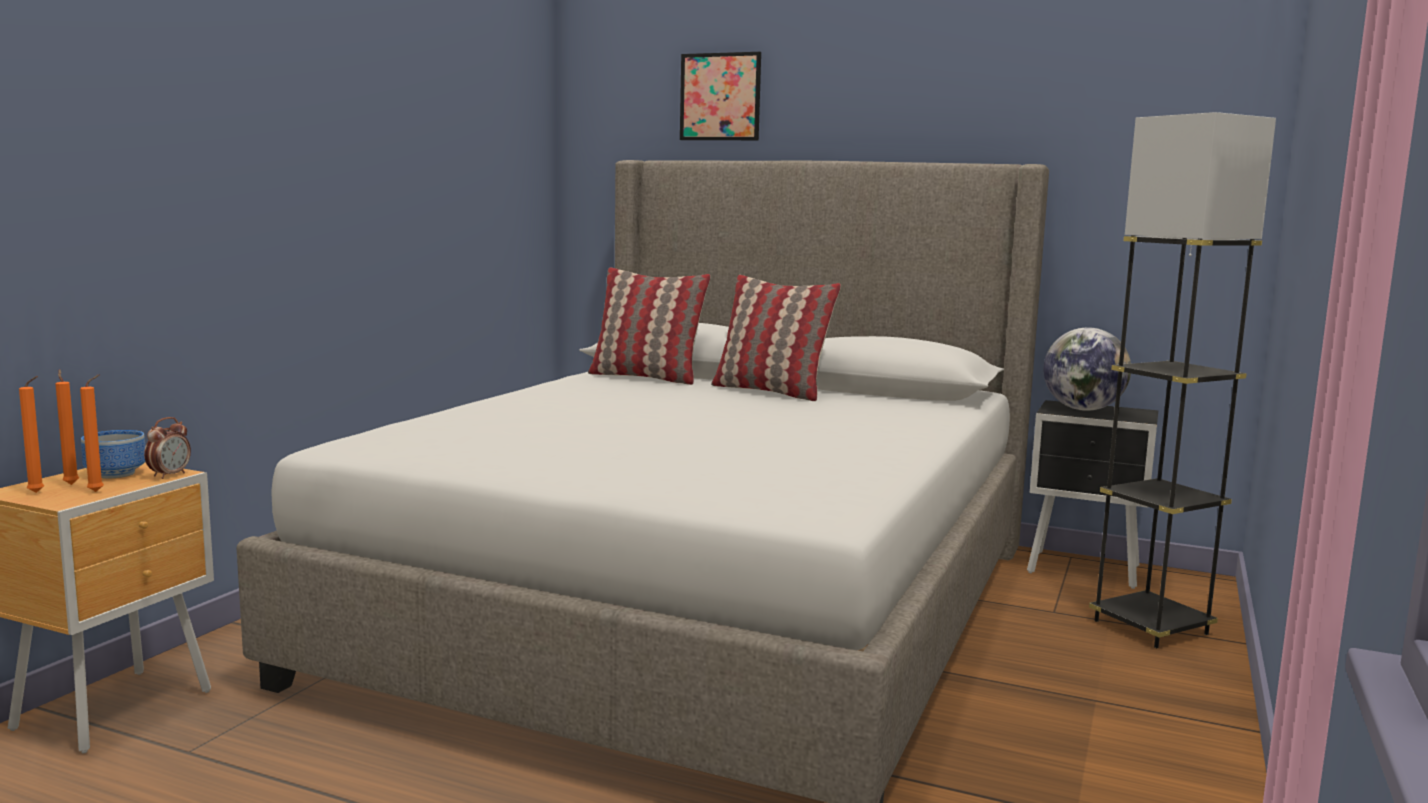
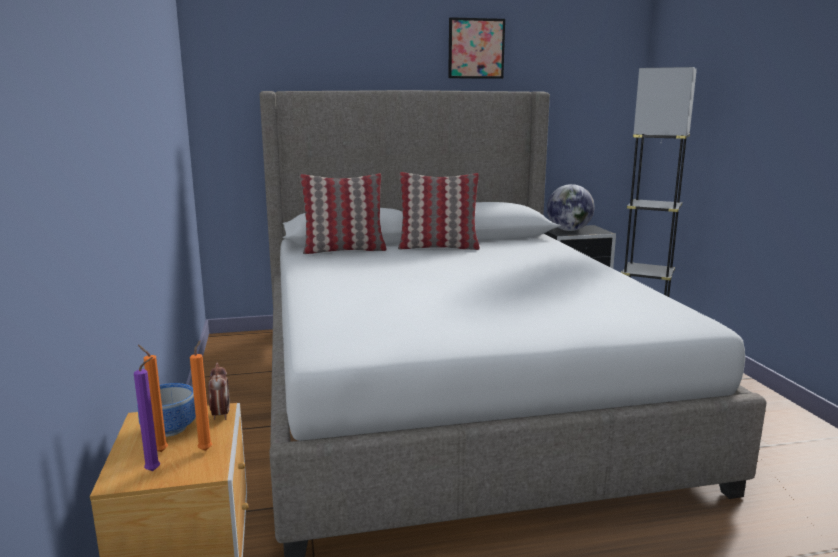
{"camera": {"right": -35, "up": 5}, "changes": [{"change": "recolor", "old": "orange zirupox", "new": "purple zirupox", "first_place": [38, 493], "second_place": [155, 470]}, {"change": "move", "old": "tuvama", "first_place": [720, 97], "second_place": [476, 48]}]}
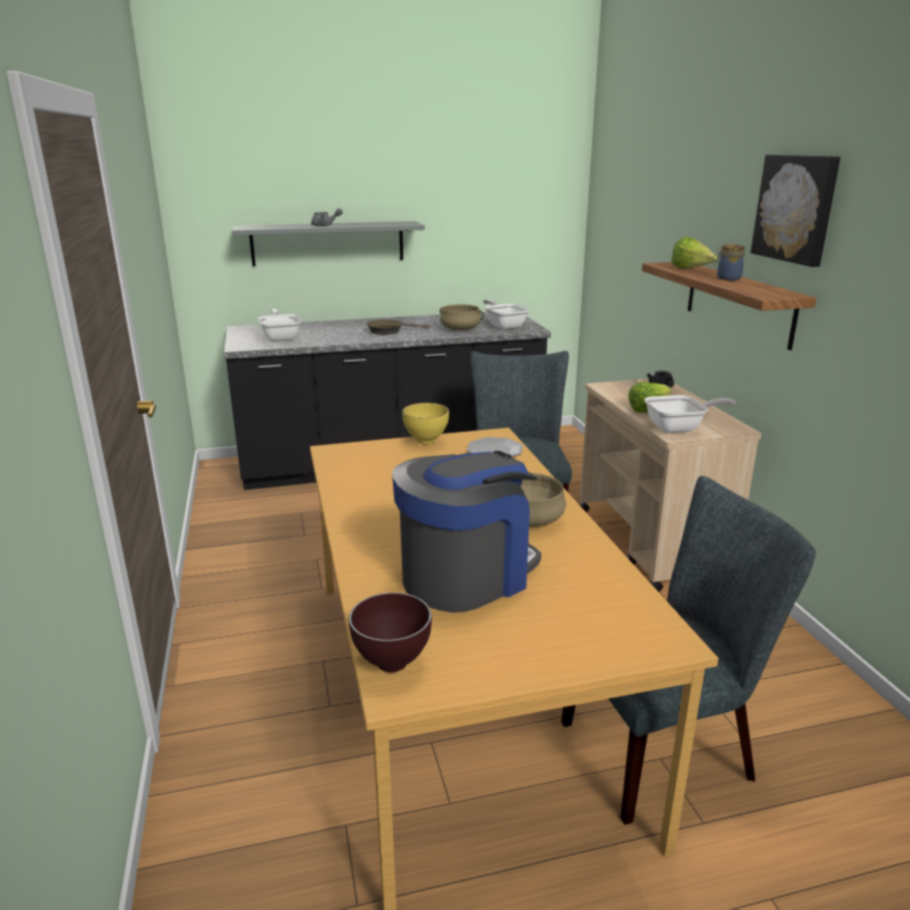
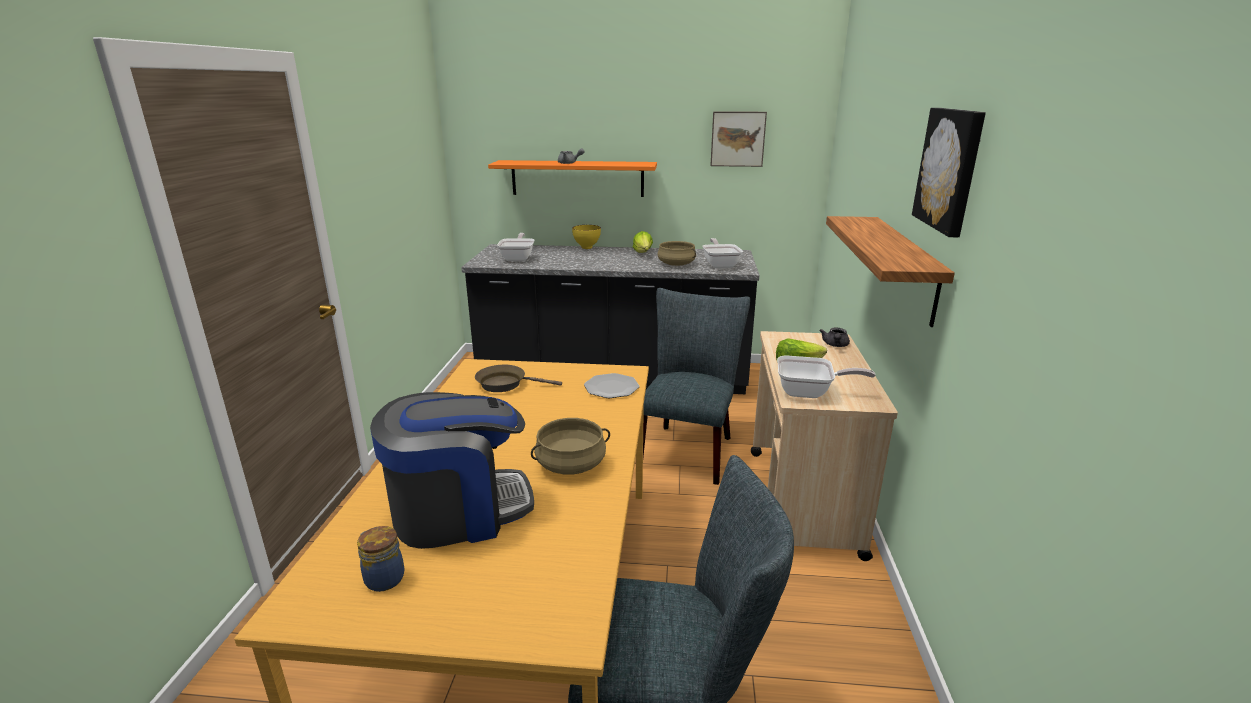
{"camera": {"right": 20, "up": 0}, "changes": [{"change": "recolor", "old": "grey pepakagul", "new": "orange pepakagul", "first_place": [328, 243], "second_place": [577, 178]}, {"change": "delete", "old": "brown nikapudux", "first_place": [390, 665]}, {"change": "move", "old": "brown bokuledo", "first_place": [388, 331], "second_place": [505, 384]}, {"change": "move", "old": "yellow nikapudux", "first_place": [426, 442], "second_place": [586, 248]}, {"change": "move", "old": "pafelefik", "first_place": [691, 269], "second_place": [643, 254]}, {"change": "move", "old": "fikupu", "first_place": [727, 278], "second_place": [383, 578]}, {"change": "insert", "new": "tuvama", "second_place": [737, 139]}]}
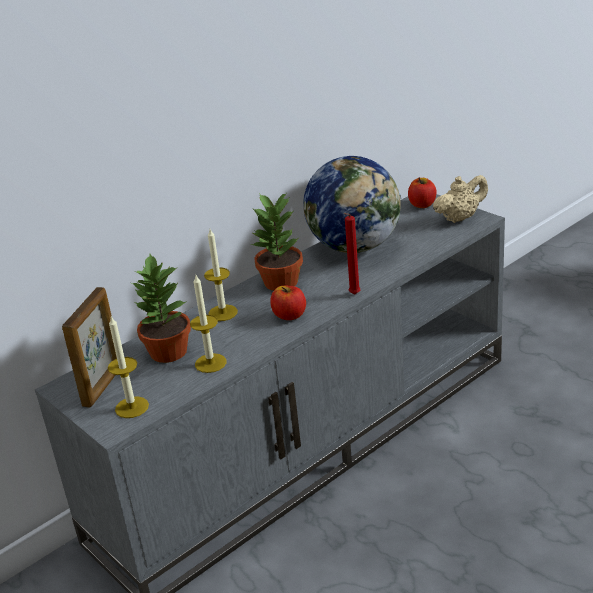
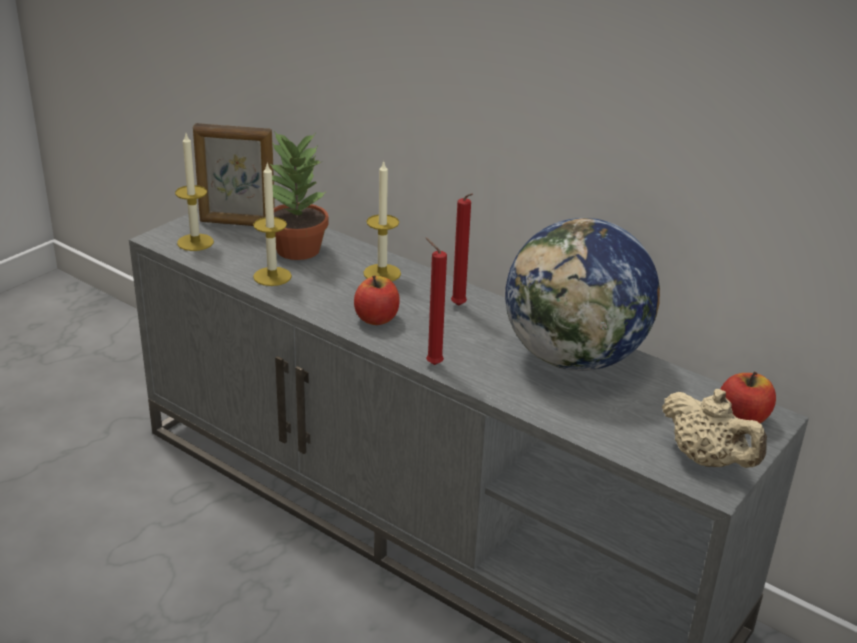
{"camera": {"right": 75, "up": 0}, "changes": [{"change": "replace", "old": "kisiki", "new": "red zirupox", "first_place": [281, 282], "second_place": [459, 306]}]}
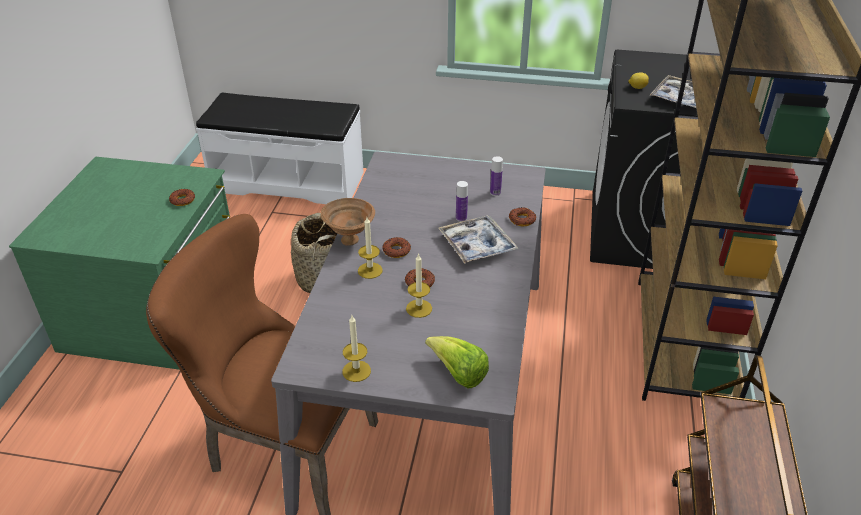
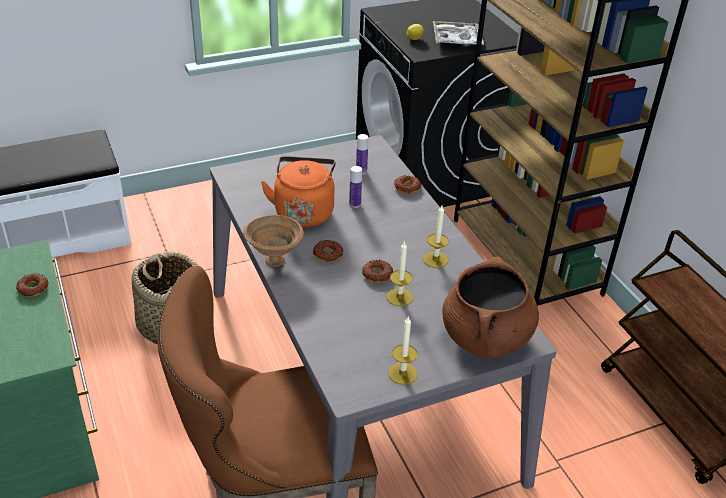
{"camera": {"right": -35, "up": 0}, "changes": [{"change": "move", "old": "zirupox", "first_place": [370, 270], "second_place": [435, 259]}, {"change": "replace", "old": "pafelefik", "new": "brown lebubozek", "first_place": [458, 374], "second_place": [486, 338]}, {"change": "delete", "old": "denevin", "first_place": [477, 245]}, {"change": "insert", "new": "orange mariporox", "second_place": [304, 211]}]}
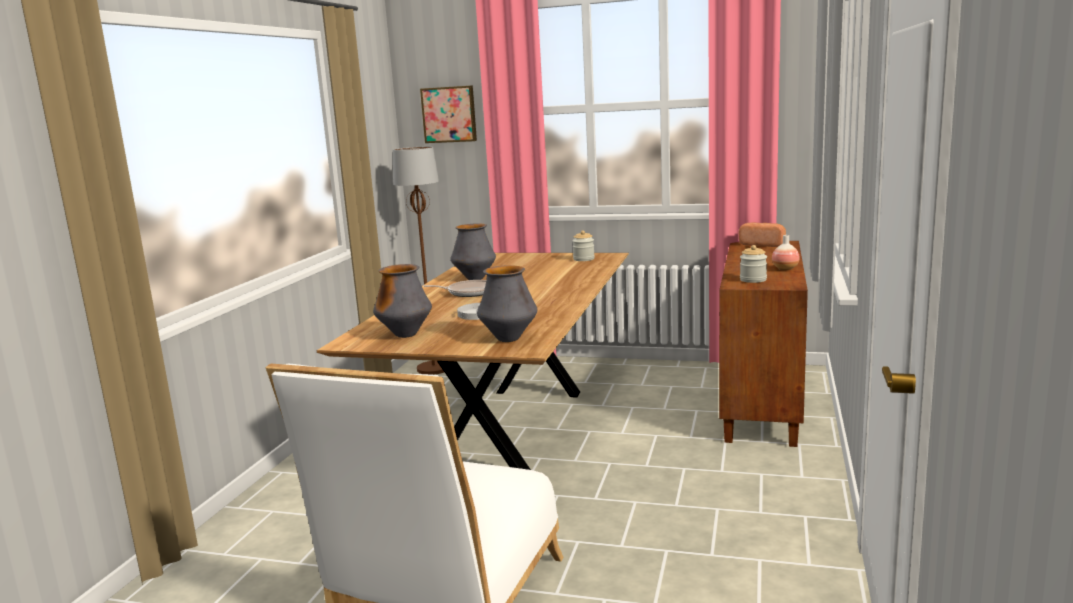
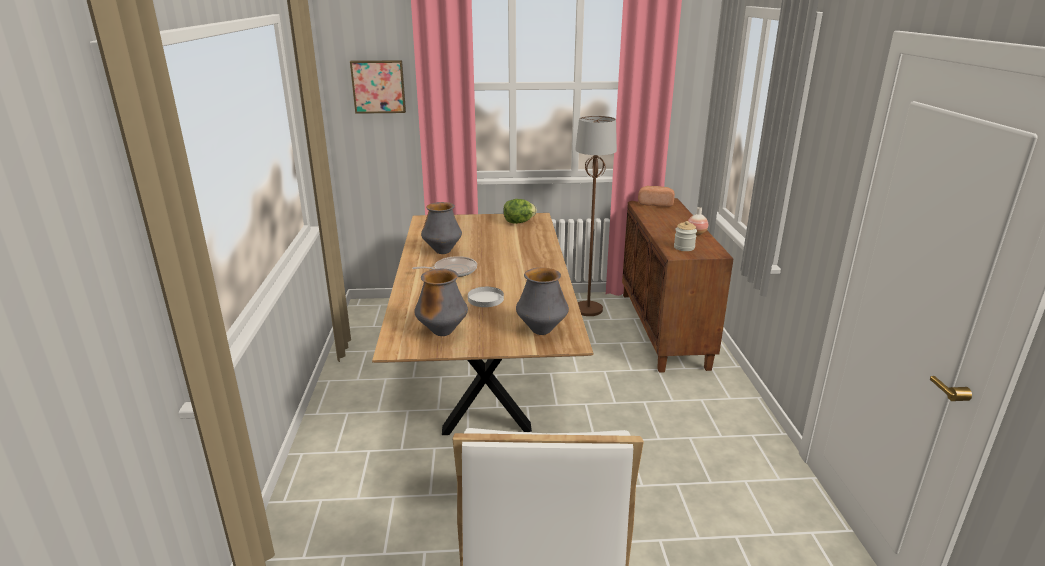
{"camera": {"right": -20, "up": 10}, "changes": [{"change": "move", "old": "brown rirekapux", "first_place": [434, 369], "second_place": [588, 309]}, {"change": "replace", "old": "fikupu", "new": "pafelefik", "first_place": [583, 259], "second_place": [518, 222]}]}
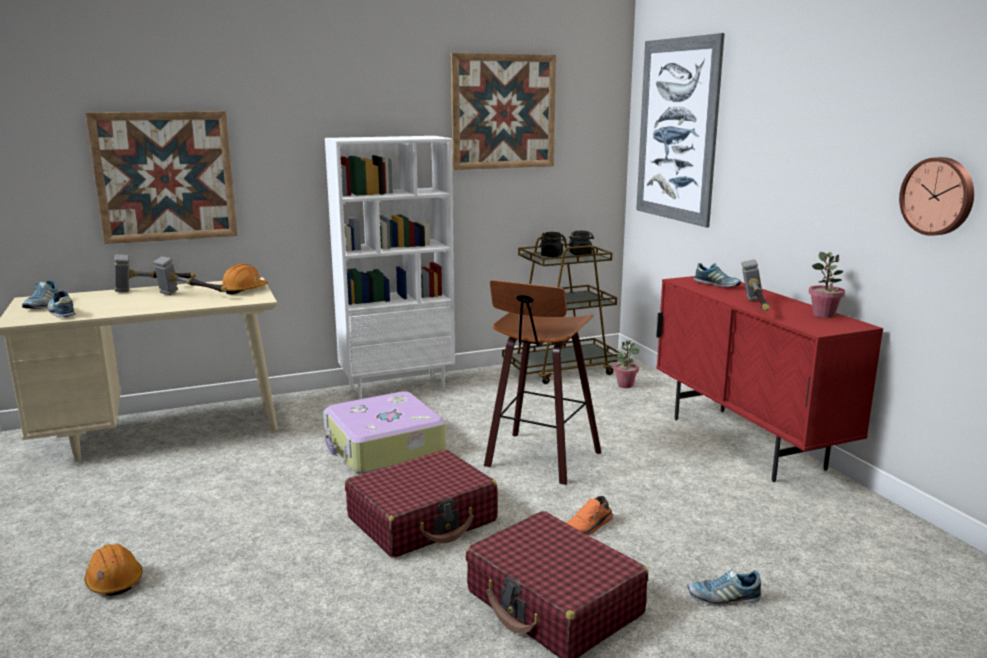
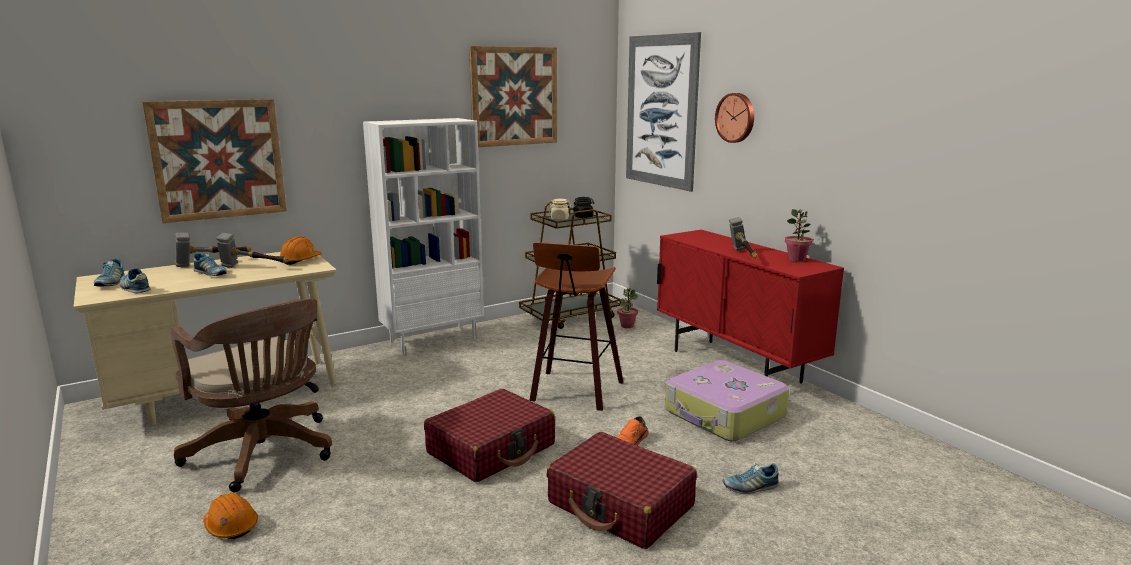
{"camera": {"right": -10, "up": 0}, "changes": [{"change": "move", "old": "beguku", "first_place": [383, 448], "second_place": [724, 414]}, {"change": "recolor", "old": "black fikupu", "new": "beige fikupu", "first_place": [552, 255], "second_place": [560, 219]}, {"change": "move", "old": "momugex", "first_place": [717, 285], "second_place": [210, 274]}, {"change": "move", "old": "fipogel", "first_place": [938, 196], "second_place": [736, 117]}, {"change": "insert", "new": "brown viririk", "second_place": [265, 454]}]}
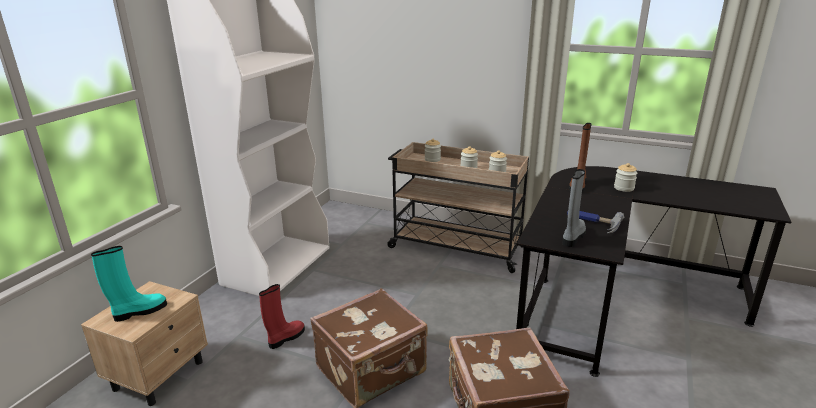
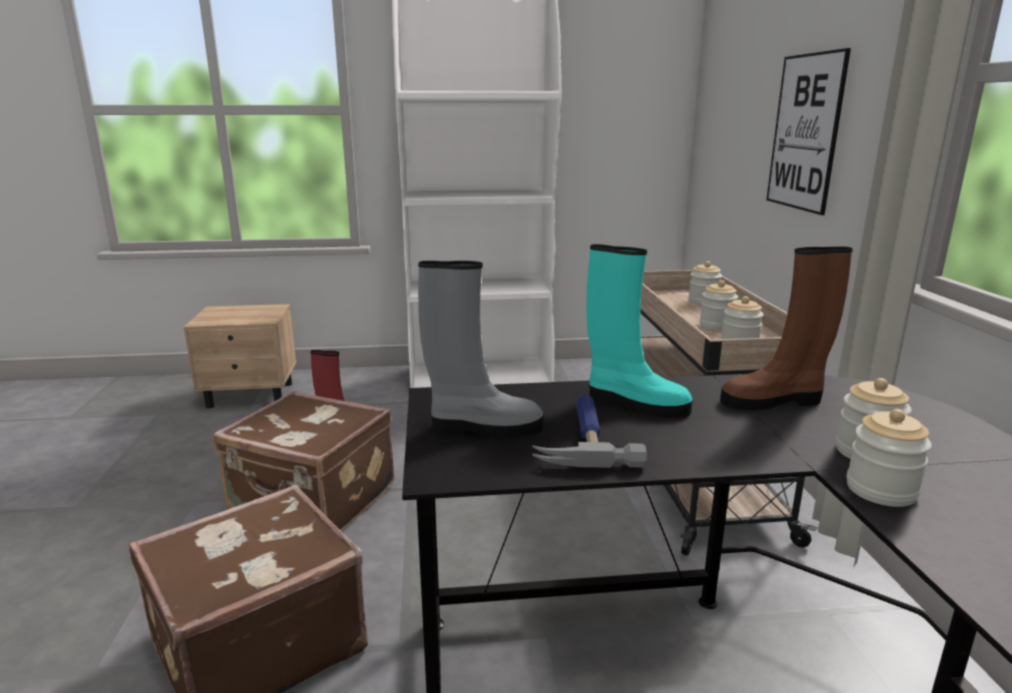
{"camera": {"right": 60, "up": -5}, "changes": [{"change": "move", "old": "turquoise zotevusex", "first_place": [139, 312], "second_place": [634, 404]}, {"change": "insert", "new": "tuvama", "second_place": [805, 132]}, {"change": "insert", "new": "fikupu", "second_place": [881, 490]}]}
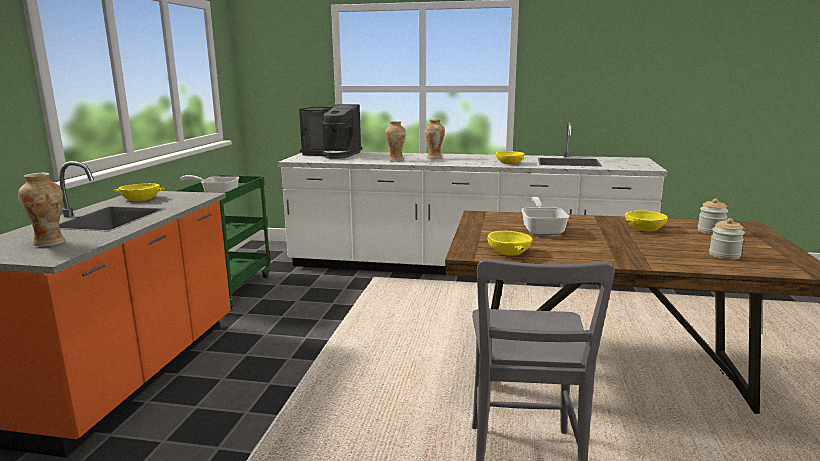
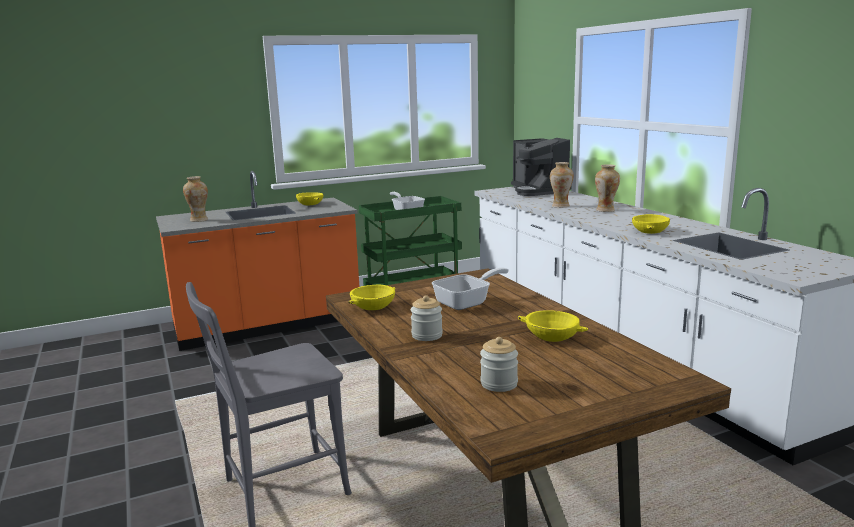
{"camera": {"right": 55, "up": 0}, "changes": [{"change": "move", "old": "fikupu", "first_place": [710, 231], "second_place": [427, 335]}]}
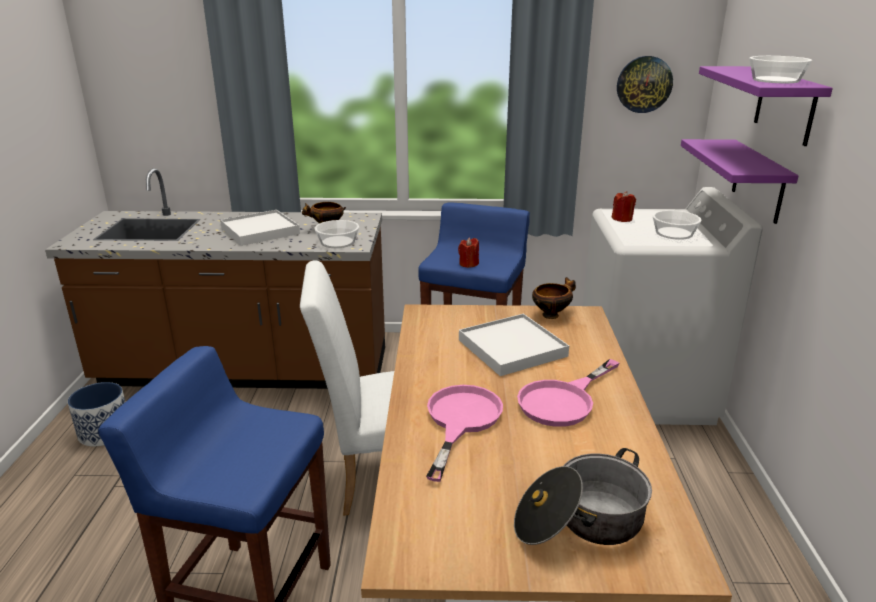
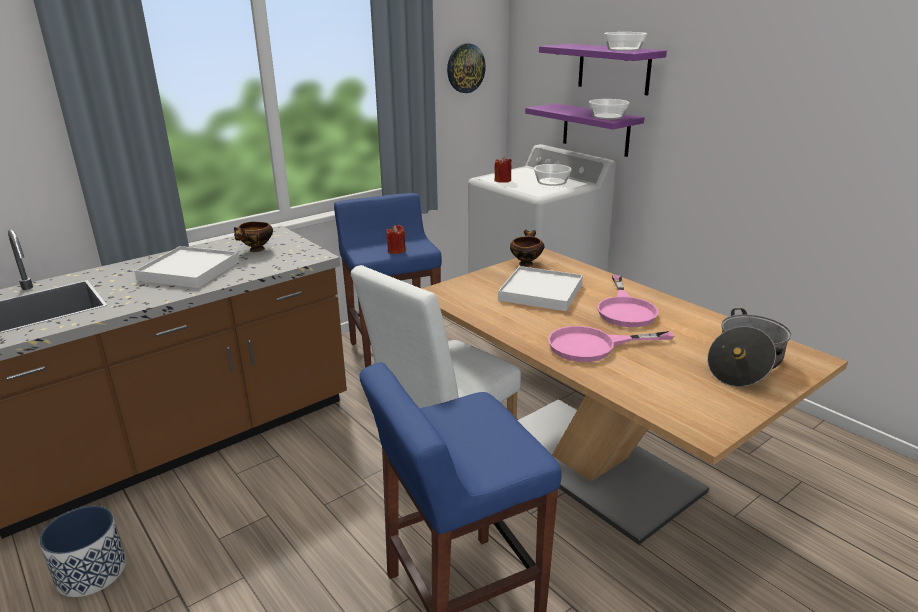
{"camera": {"right": -40, "up": 0}, "changes": [{"change": "move", "old": "nikapudux", "first_place": [337, 242], "second_place": [608, 116]}, {"change": "rotate", "old": "pink bokuledo", "first_place": [460, 421], "second_place": [593, 346], "degrees": -75}]}
